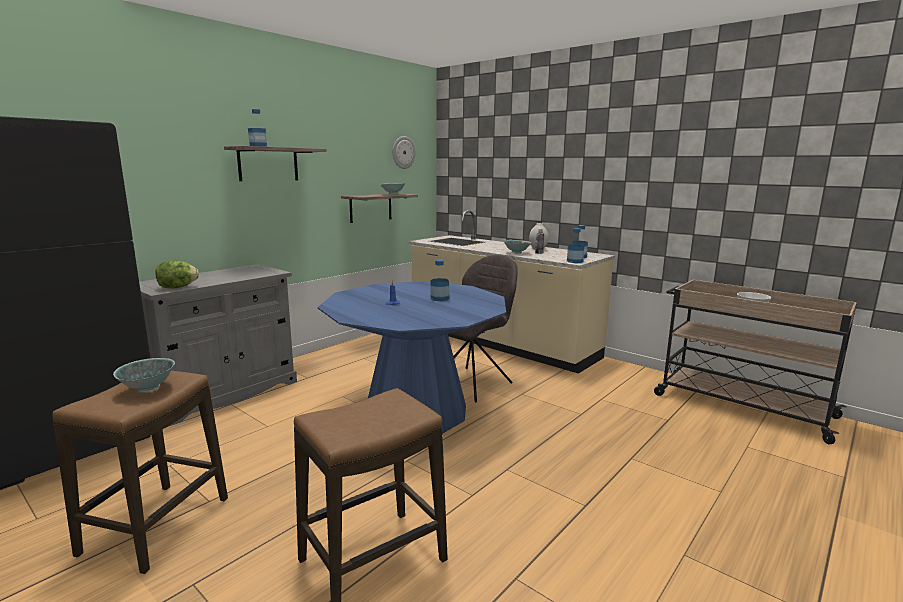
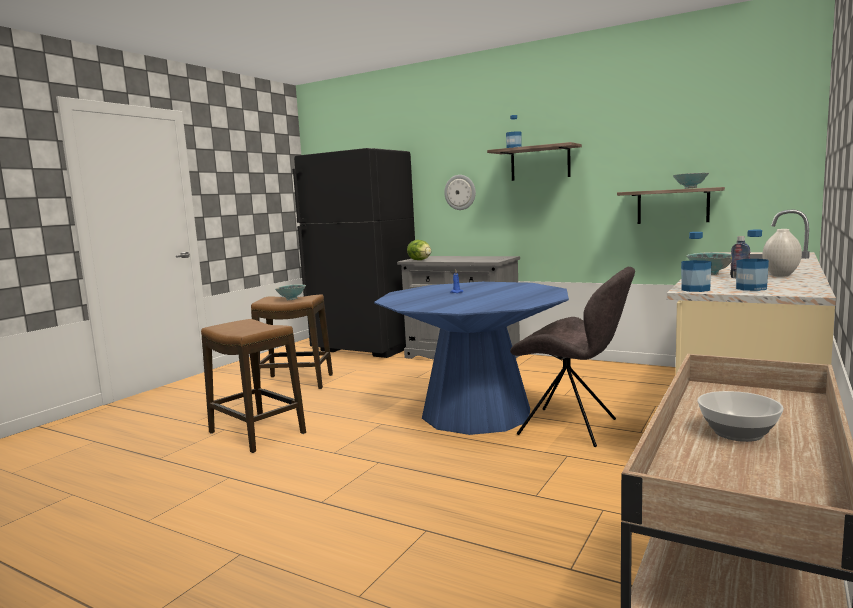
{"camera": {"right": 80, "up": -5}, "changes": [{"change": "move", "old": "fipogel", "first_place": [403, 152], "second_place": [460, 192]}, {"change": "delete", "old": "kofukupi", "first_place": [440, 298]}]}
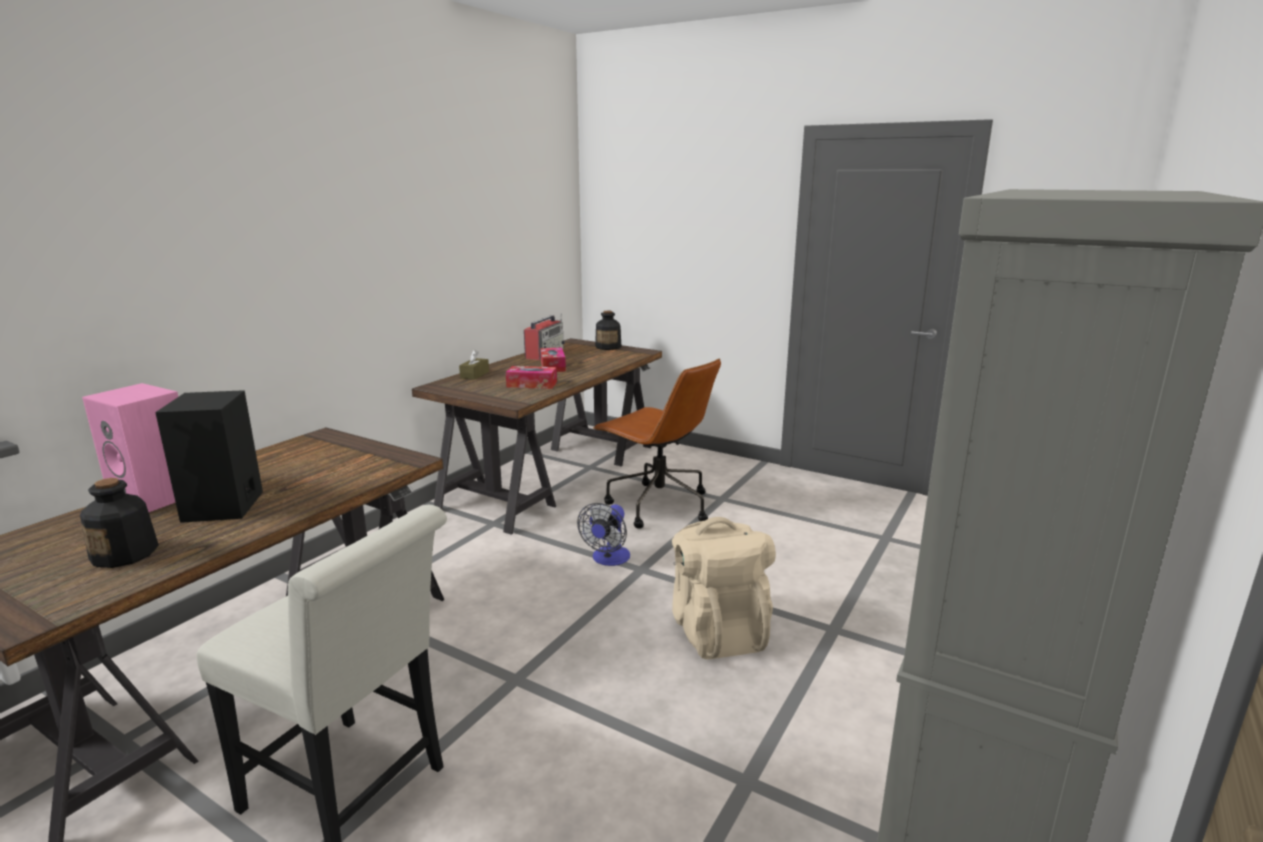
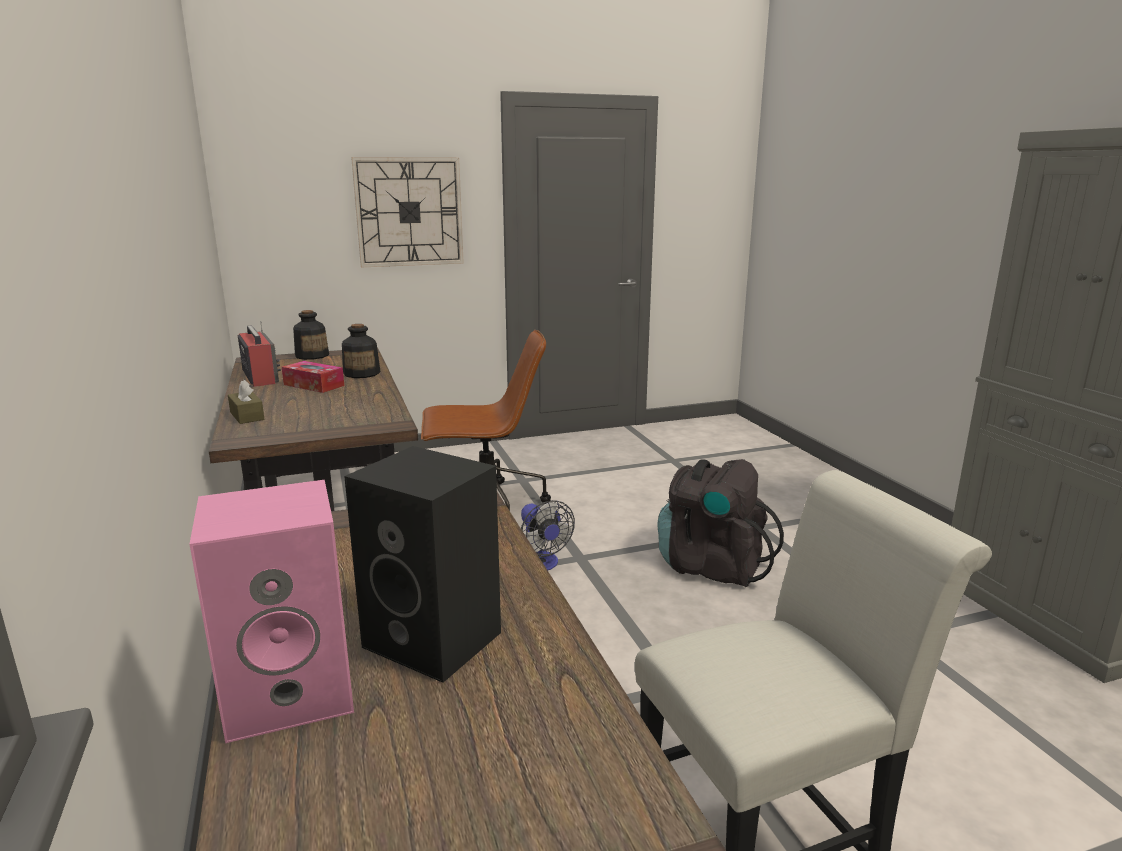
{"camera": {"right": -50, "up": 0}, "changes": [{"change": "move", "old": "kofukupi", "first_place": [125, 554], "second_place": [362, 373]}, {"change": "delete", "old": "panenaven", "first_place": [532, 384]}, {"change": "recolor", "old": "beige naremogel", "new": "black naremogel", "first_place": [717, 630], "second_place": [712, 566]}, {"change": "insert", "new": "fipogel", "second_place": [409, 212]}]}
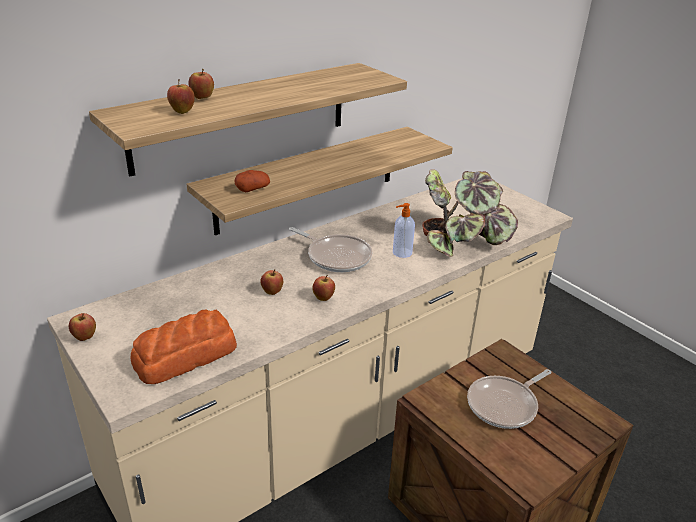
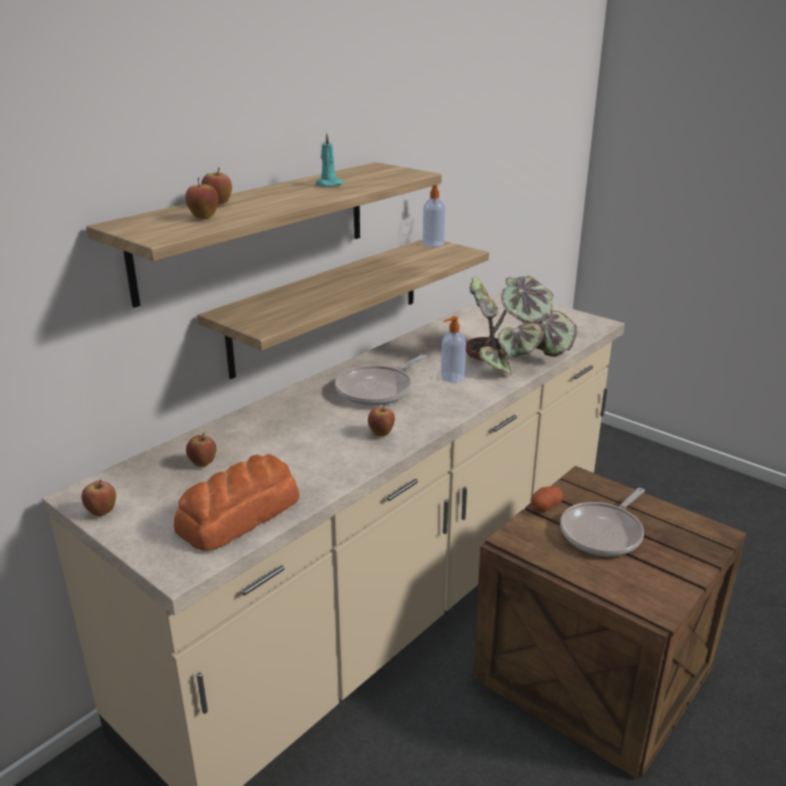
{"camera": {"right": -10, "up": -5}, "changes": [{"change": "move", "old": "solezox", "first_place": [252, 189], "second_place": [546, 506]}, {"change": "move", "old": "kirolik", "first_place": [272, 292], "second_place": [203, 464]}, {"change": "rotate", "old": "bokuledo", "first_place": [336, 256], "second_place": [378, 390], "degrees": 105}, {"change": "insert", "new": "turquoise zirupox", "second_place": [327, 184]}, {"change": "insert", "new": "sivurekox", "second_place": [432, 244]}]}
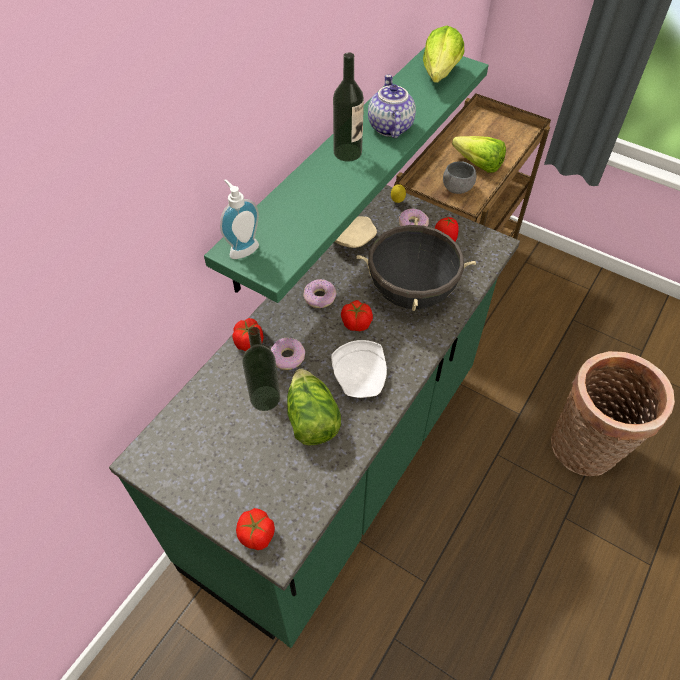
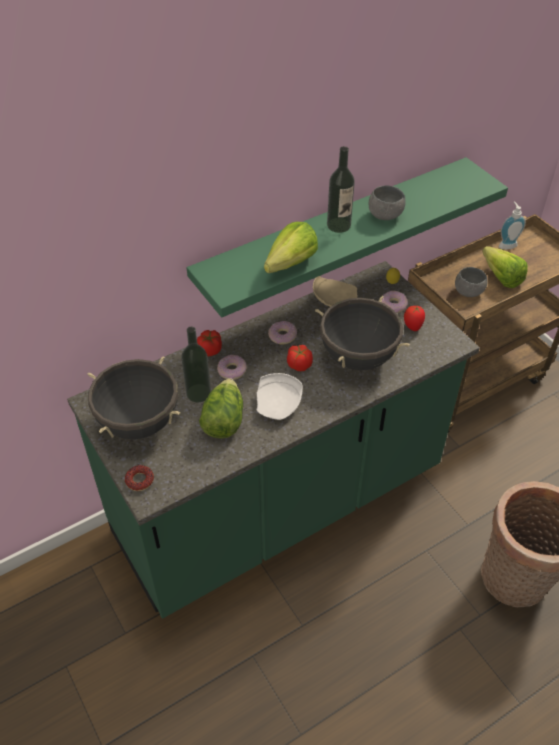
{"camera": {"right": 25, "up": -5}, "changes": [{"change": "move", "old": "sivurekox", "first_place": [242, 248], "second_place": [506, 244]}, {"change": "replace", "old": "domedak", "new": "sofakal", "first_place": [257, 535], "second_place": [139, 480]}, {"change": "replace", "old": "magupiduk", "new": "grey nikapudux", "first_place": [389, 127], "second_place": [385, 215]}, {"change": "move", "old": "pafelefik", "first_place": [437, 77], "second_place": [286, 266]}, {"change": "insert", "new": "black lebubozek", "second_place": [139, 422]}]}
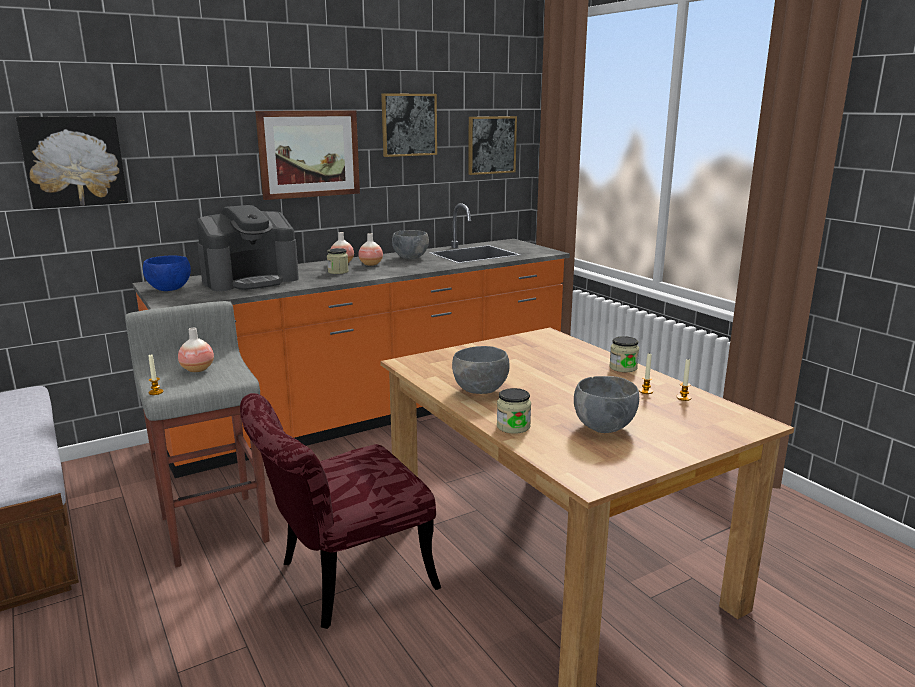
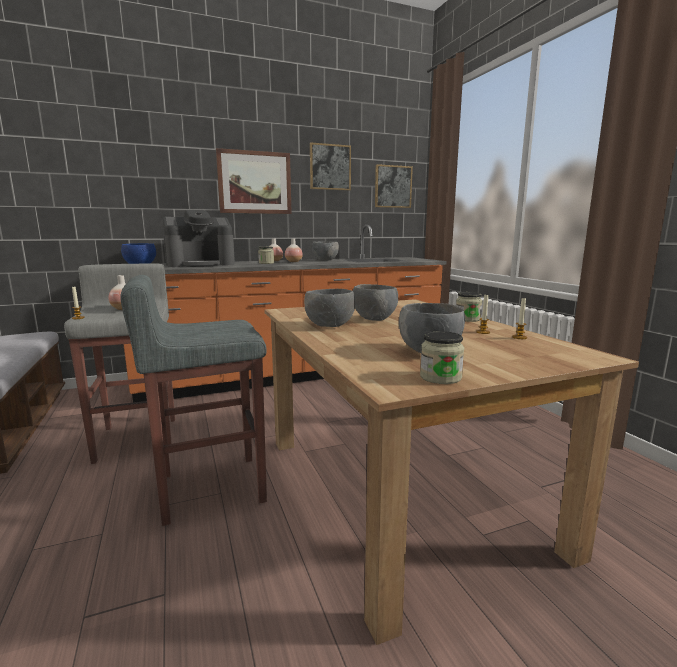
{"camera": {"right": 10, "up": -5}, "changes": [{"change": "delete", "old": "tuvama", "first_place": [74, 161]}, {"change": "replace", "old": "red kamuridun", "new": "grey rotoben", "first_place": [342, 580], "second_place": [210, 487]}, {"change": "move", "old": "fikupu", "first_place": [513, 426], "second_place": [440, 377]}, {"change": "insert", "new": "grey nikapudux", "second_place": [374, 319]}]}
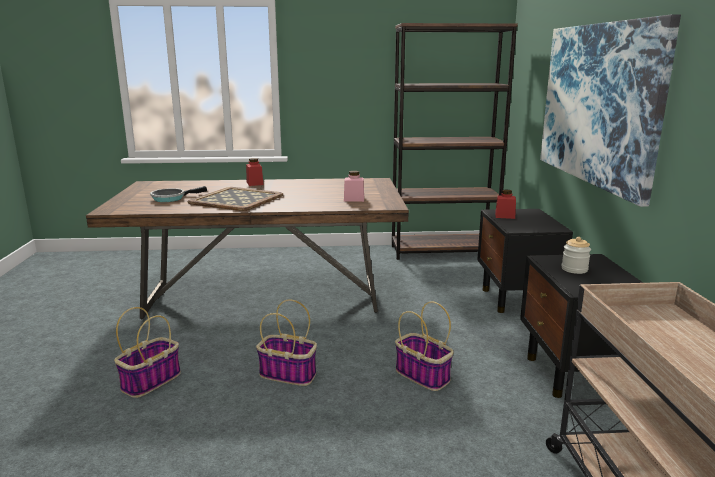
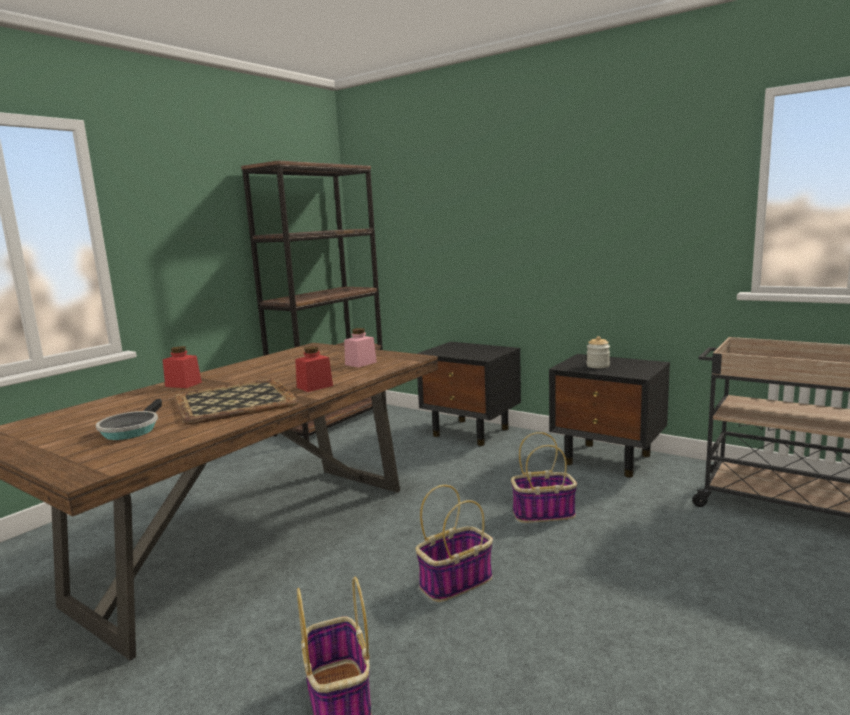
{"camera": {"right": -50, "up": -5}, "changes": [{"change": "move", "old": "red fikupu", "first_place": [505, 216], "second_place": [314, 386]}, {"change": "delete", "old": "tuvama", "first_place": [598, 104]}]}
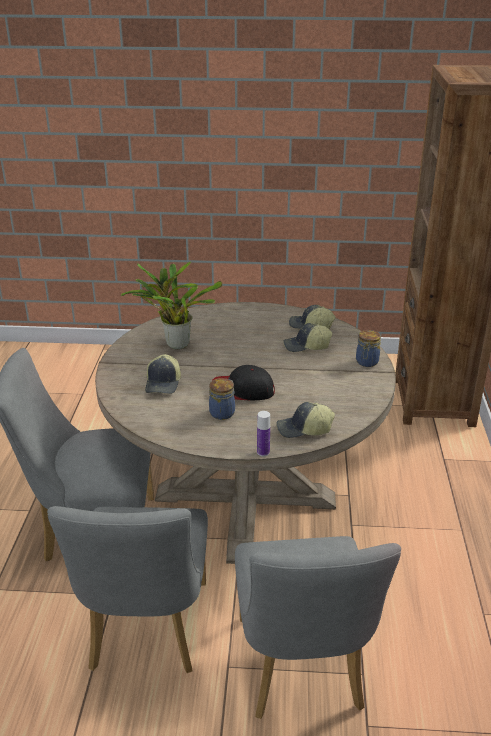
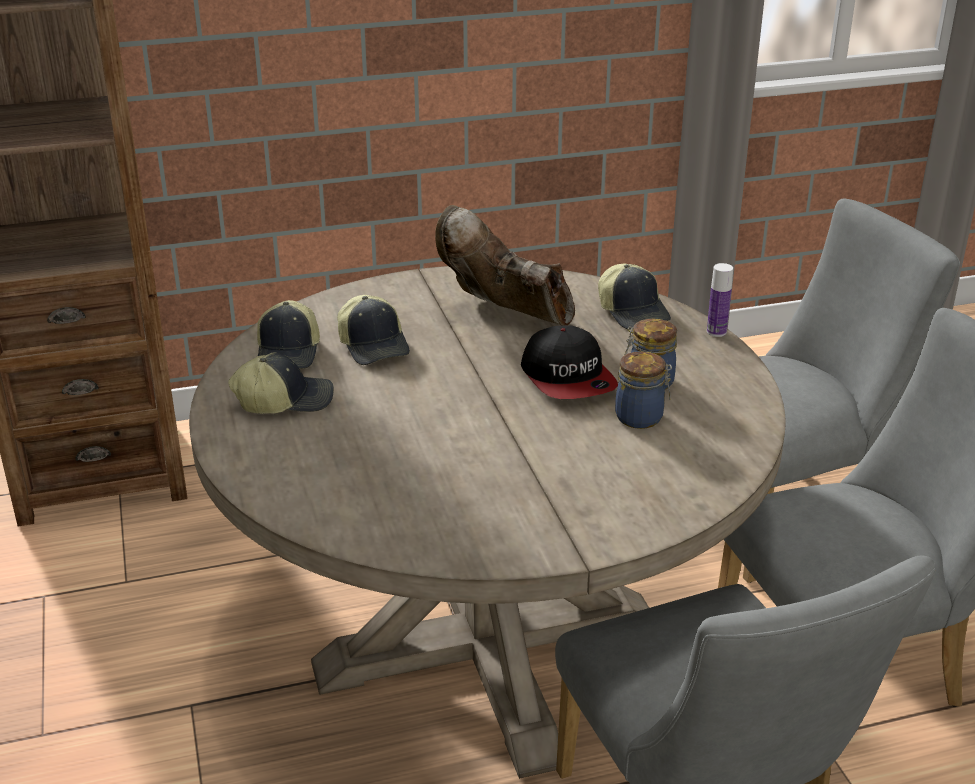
{"camera": {"right": -110, "up": 0}, "changes": [{"change": "delete", "old": "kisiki", "first_place": [175, 344]}, {"change": "move", "old": "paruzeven", "first_place": [164, 383], "second_place": [284, 400]}, {"change": "move", "old": "fikupu", "first_place": [366, 362], "second_place": [641, 417]}, {"change": "insert", "new": "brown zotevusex", "second_place": [504, 316]}]}
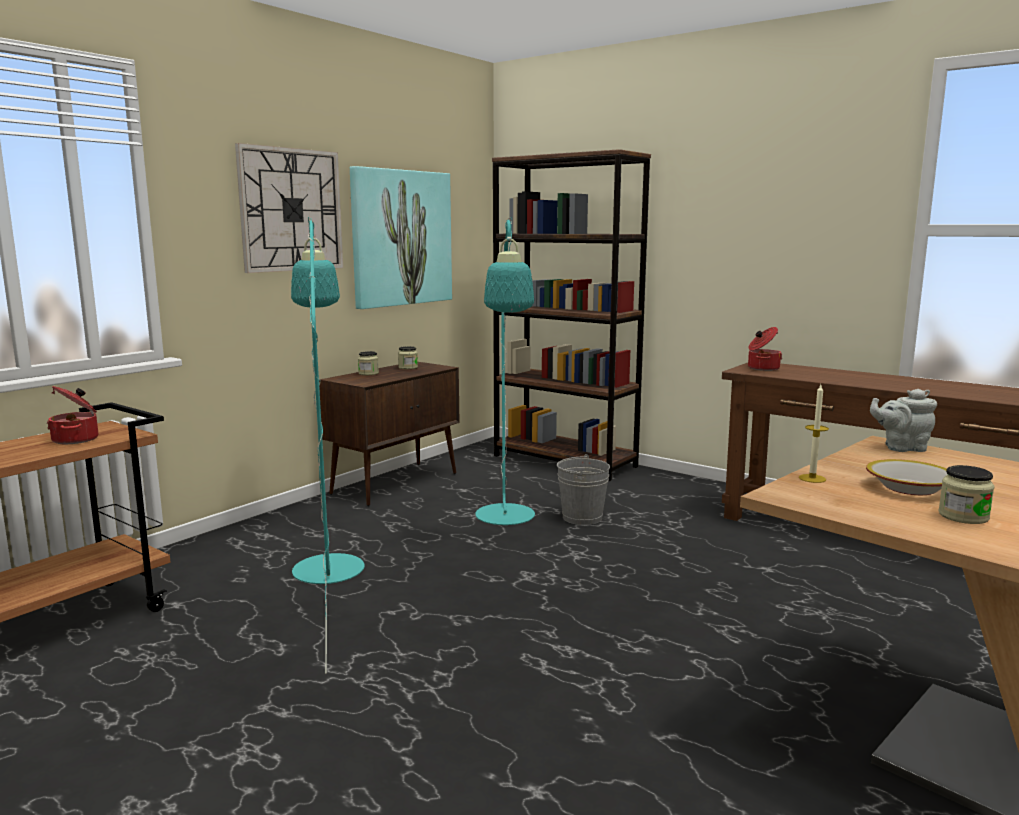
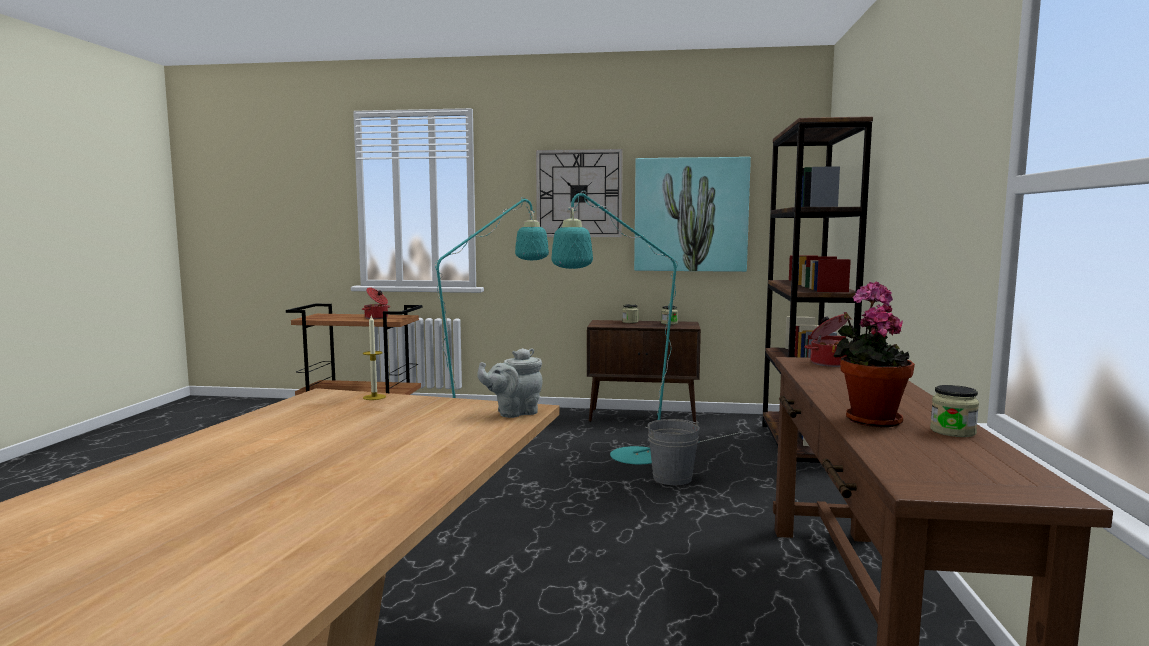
{"camera": {"right": 60, "up": -5}, "changes": [{"change": "delete", "old": "nikapudux", "first_place": [909, 488]}, {"change": "rotate", "old": "grey magupiduk", "first_place": [901, 448], "second_place": [514, 413], "degrees": -90}, {"change": "move", "old": "fikupu", "first_place": [963, 516], "second_place": [952, 431]}, {"change": "insert", "new": "kisiki", "second_place": [869, 419]}]}
